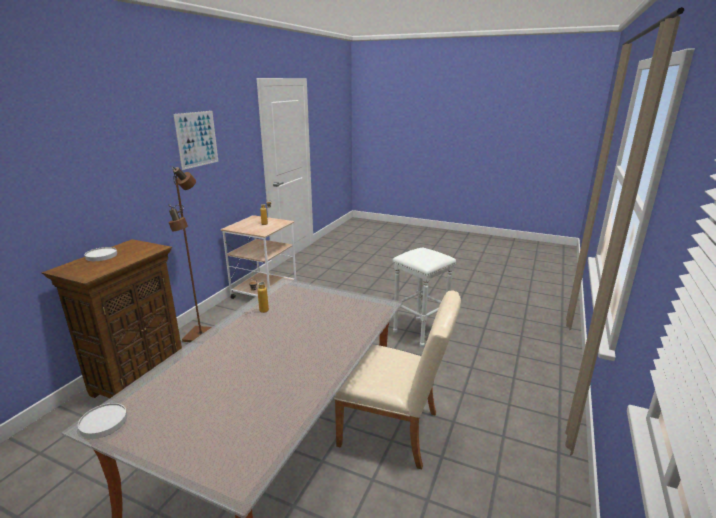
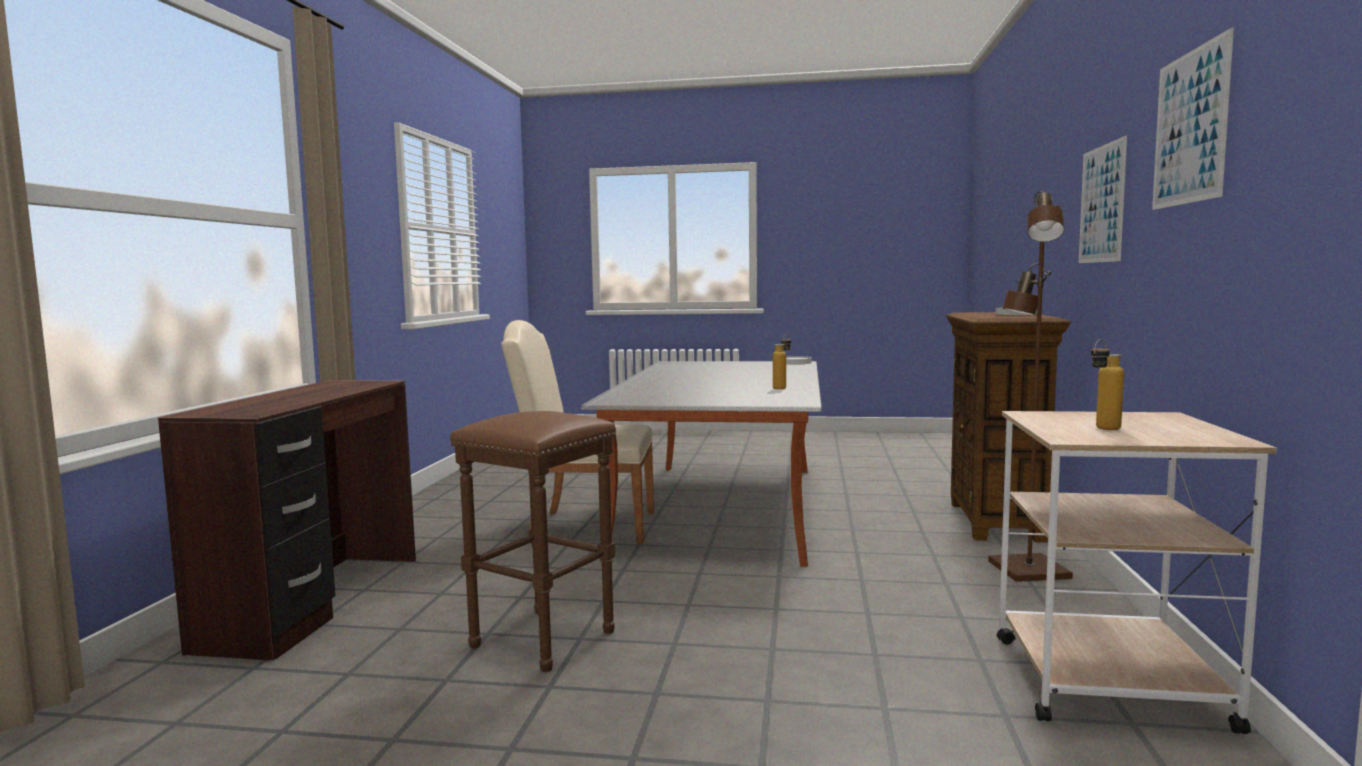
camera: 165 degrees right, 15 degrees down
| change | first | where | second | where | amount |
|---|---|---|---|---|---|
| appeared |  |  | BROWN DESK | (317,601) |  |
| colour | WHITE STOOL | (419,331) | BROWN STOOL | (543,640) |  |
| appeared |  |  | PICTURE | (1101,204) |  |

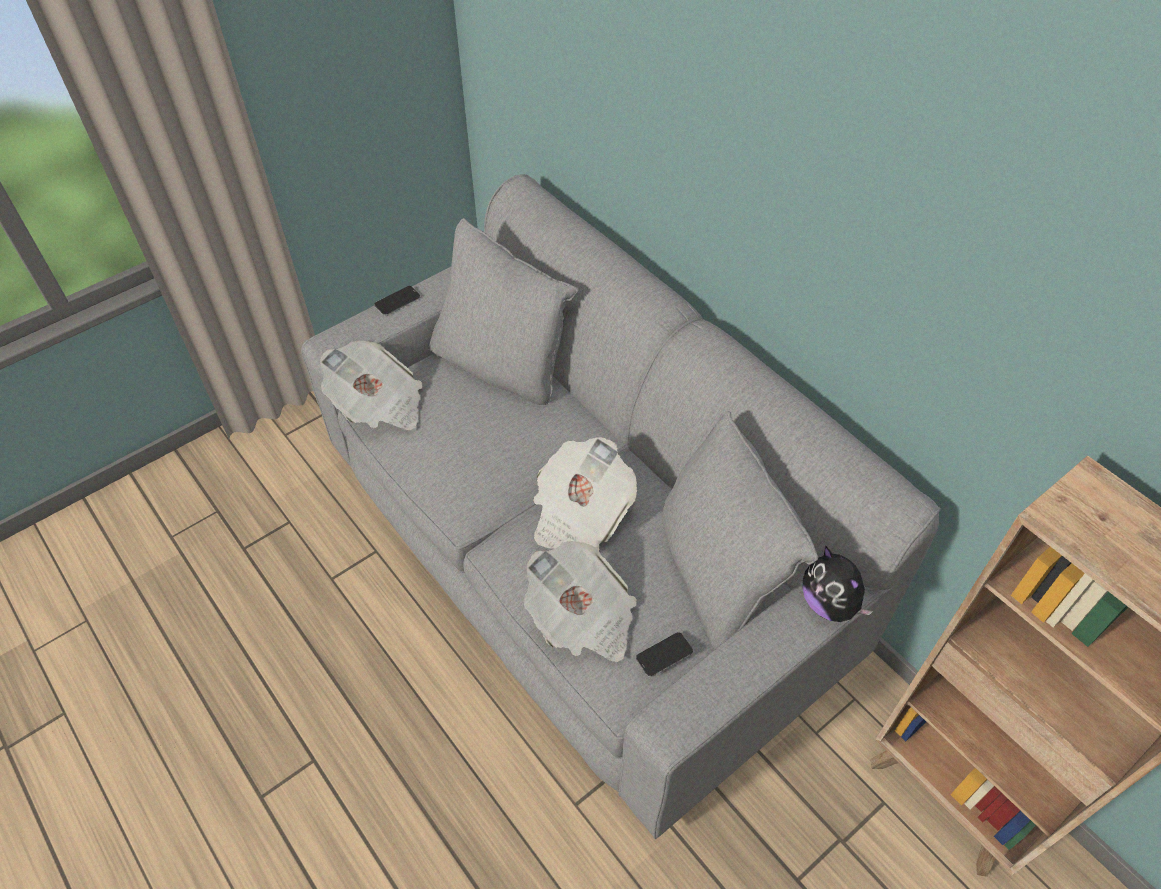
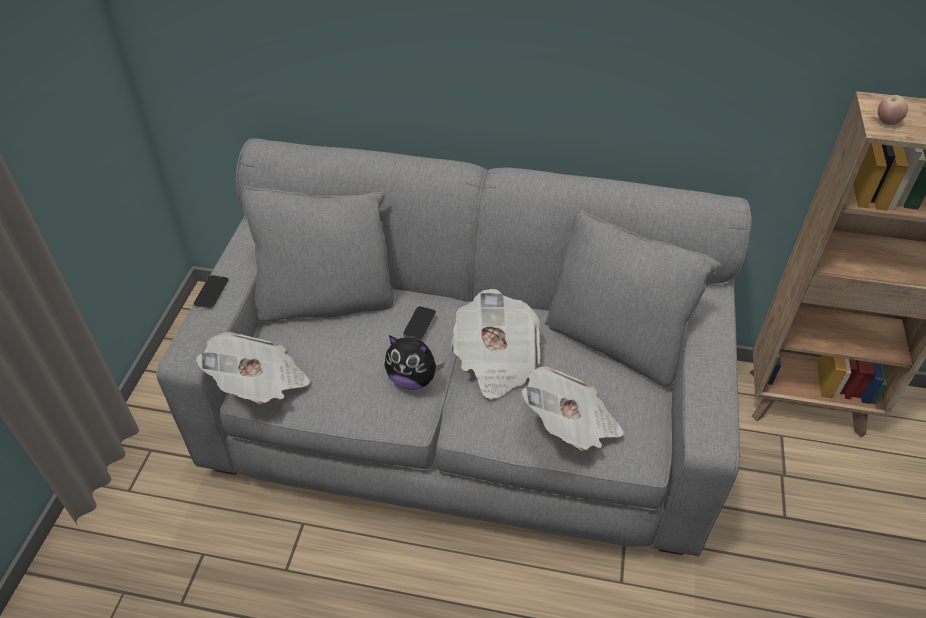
camera: 40 degrees left, 5 degrees down
| change | first | where | second | where | amount |
|---|---|---|---|---|---|
| relocated | PLUSH TOY | (829,603) |  | (412,379) |  |
| relocated | PHONE | (664,655) |  | (419,324) |  |
| appeared |  |  | APPLE | (887,122) |  |

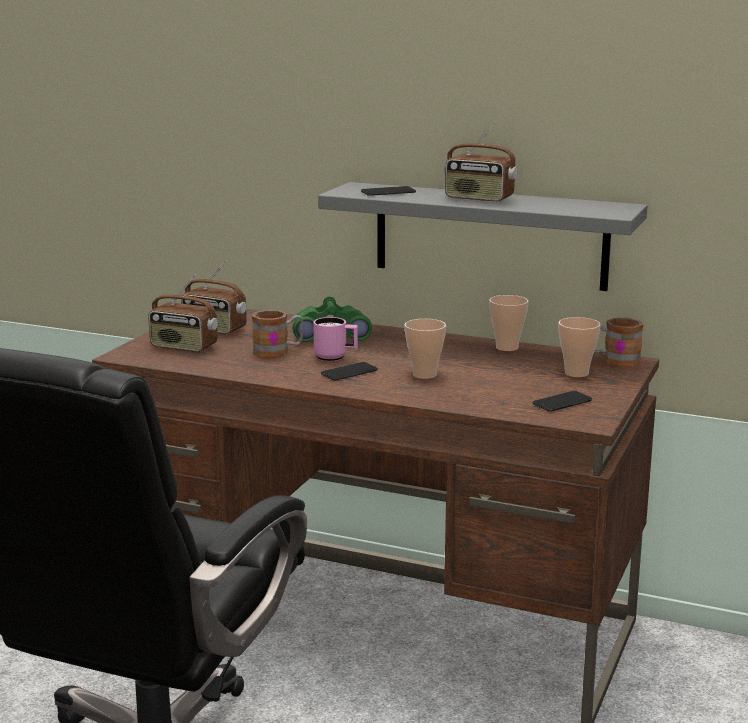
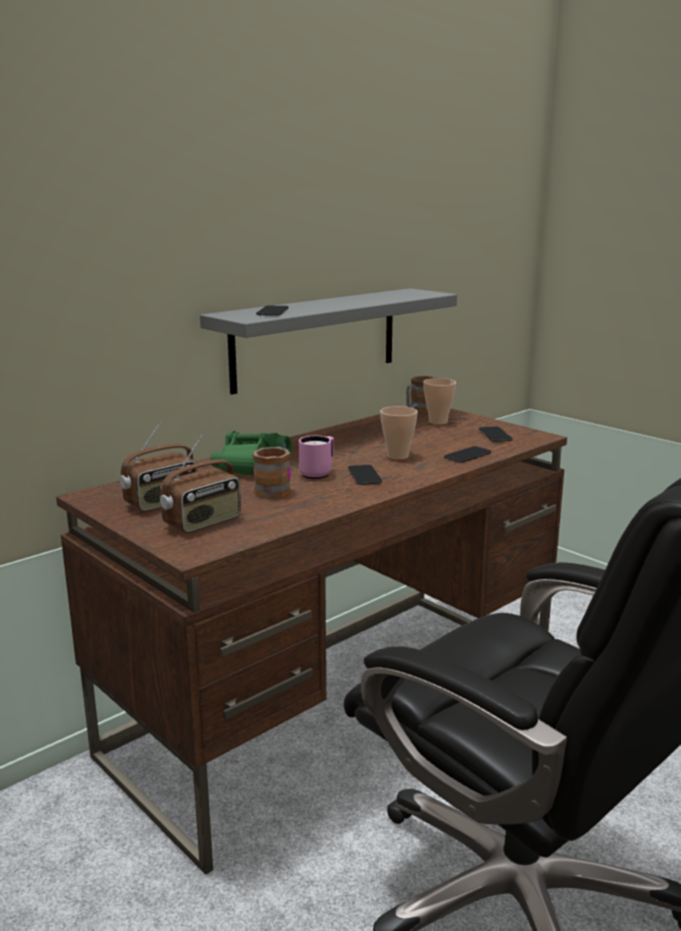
camera: 65 degrees left, 0 degrees up
| change | first | where | second | where | amount |
|---|---|---|---|---|---|
| appeared |  |  | PHONE | (467,455) |  |
| missing | RADIO | (478,199) |  |  |  |
| missing | CUP | (507,348) |  |  |  |

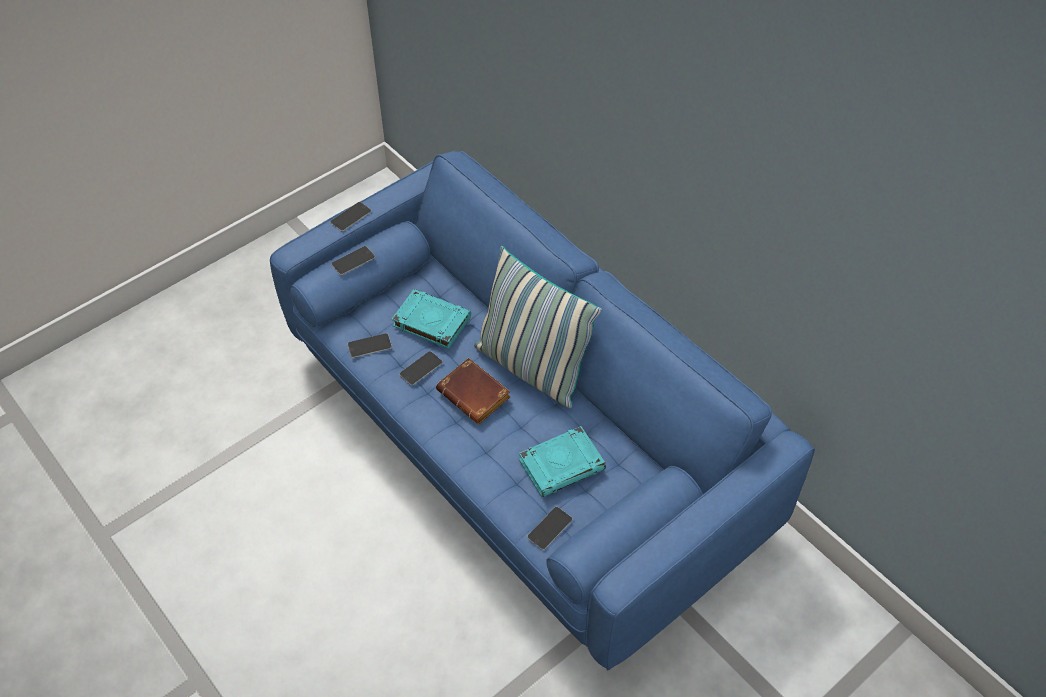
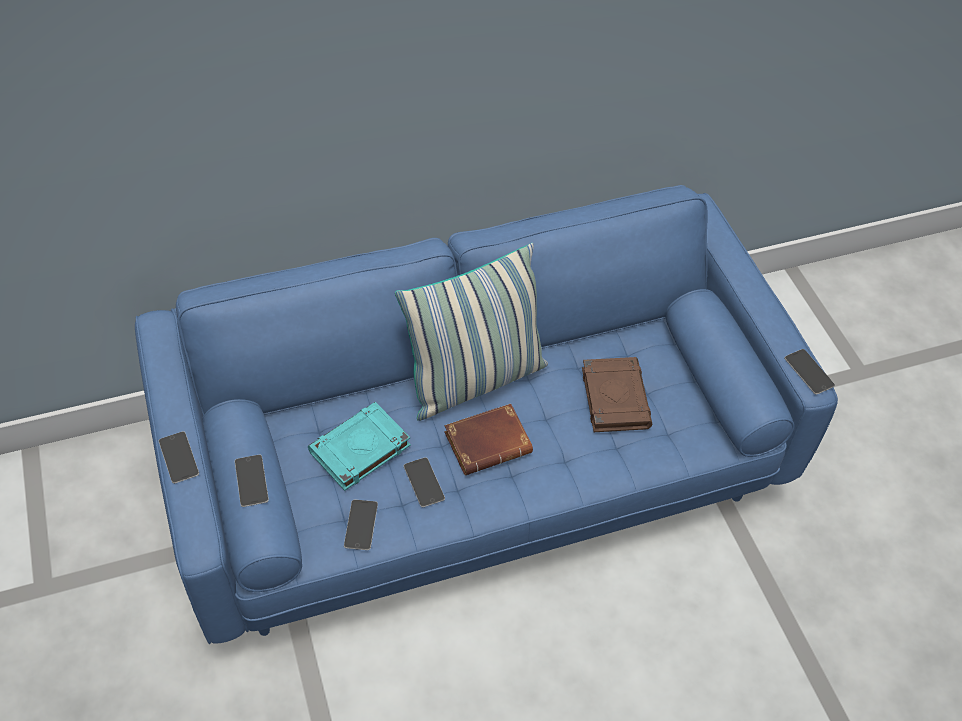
camera: 70 degrees left, 0 degrees up
| change | first | where | second | where | amount |
|---|---|---|---|---|---|
| colour | TURQUOISE BOOK | (562,464) | BROWN BOOK | (614,397) |  |
| relocated | PHONE | (549,528) |  | (809,372) |  |

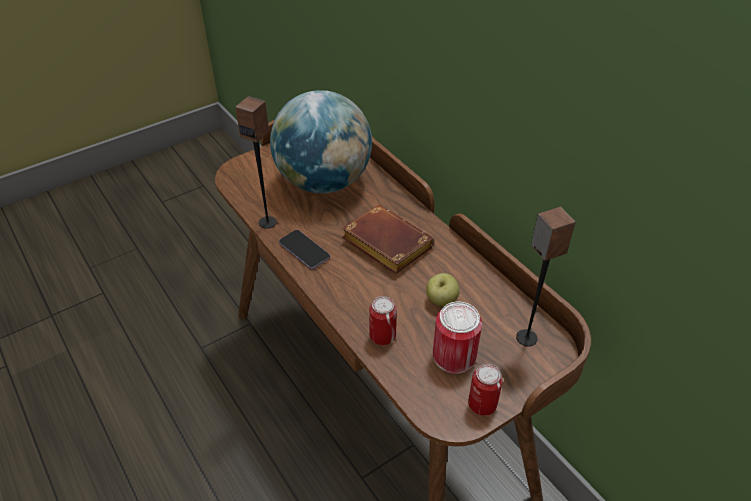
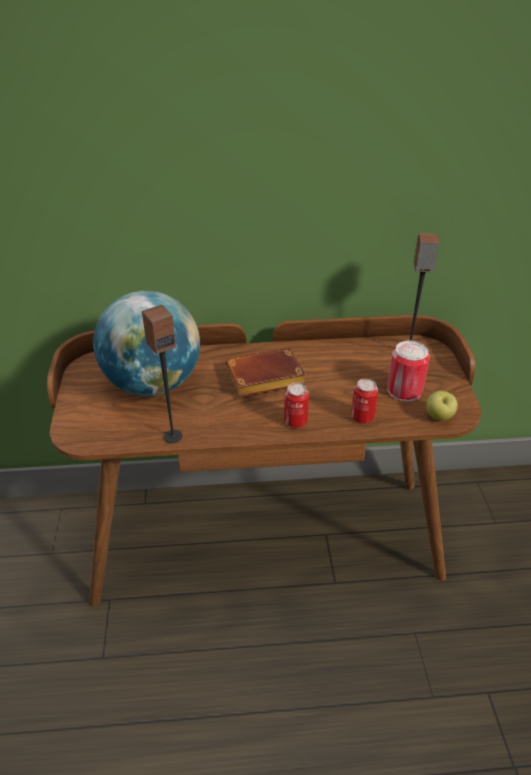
camera: 60 degrees left, 5 degrees down
| change | first | where | second | where | amount |
|---|---|---|---|---|---|
| relocated | CAN | (482,404) |  | (295,421) |  |
| relocated | APPLE | (441,301) |  | (439,417) |  |
| missing | PHONE | (304,250) |  |  |  |

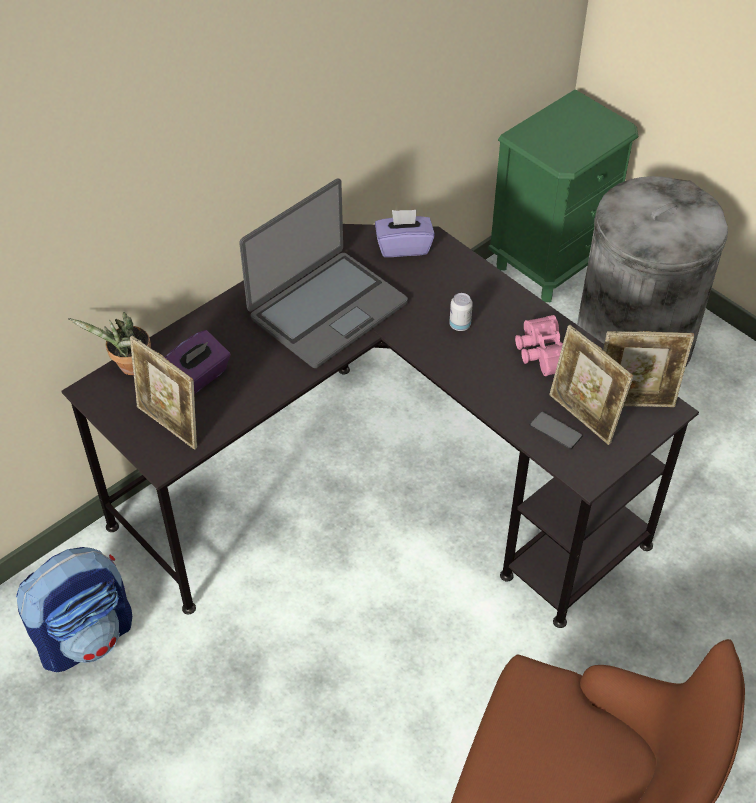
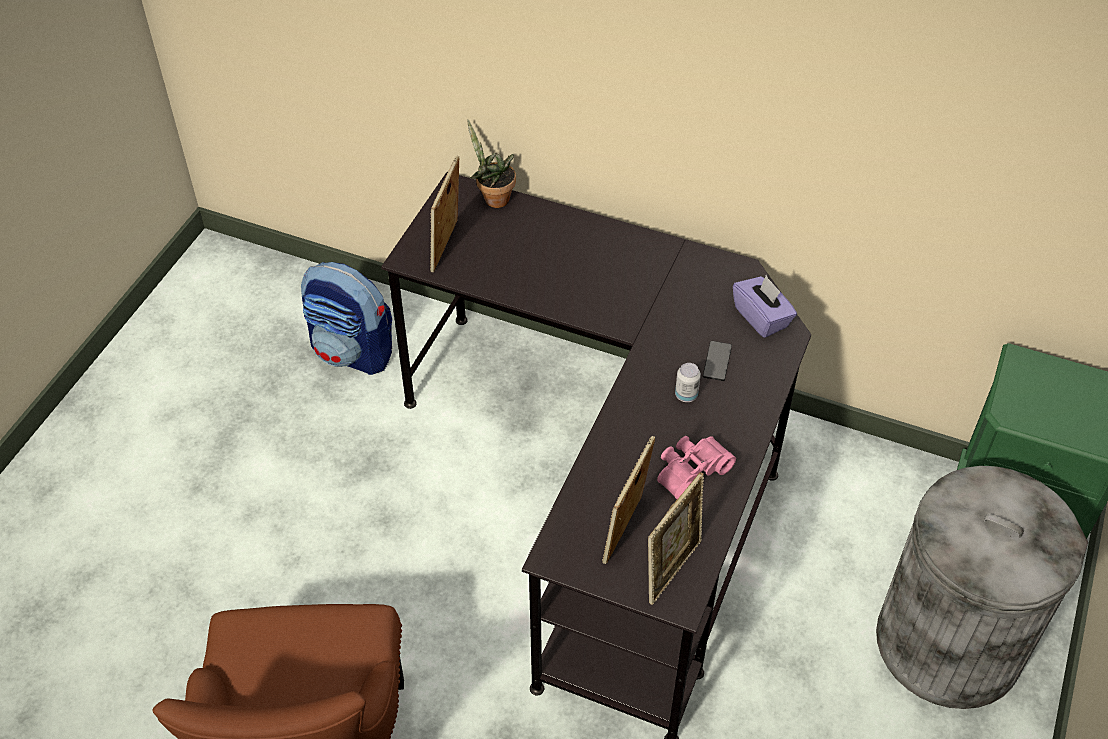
camera: 65 degrees right, 0 degrees up
| change | first | where | second | where | amount |
|---|---|---|---|---|---|
| spun | PICTURE FRAME | (634,402) |  | (672,569) | 120 degrees counterclockwise |
| relocated | PHONE | (555,431) |  | (717,361) |  |
| missing | PURPLE TISSUE BOX | (198,377) |  |  |  |
| missing | LAPTOP | (327,309) |  |  |  |

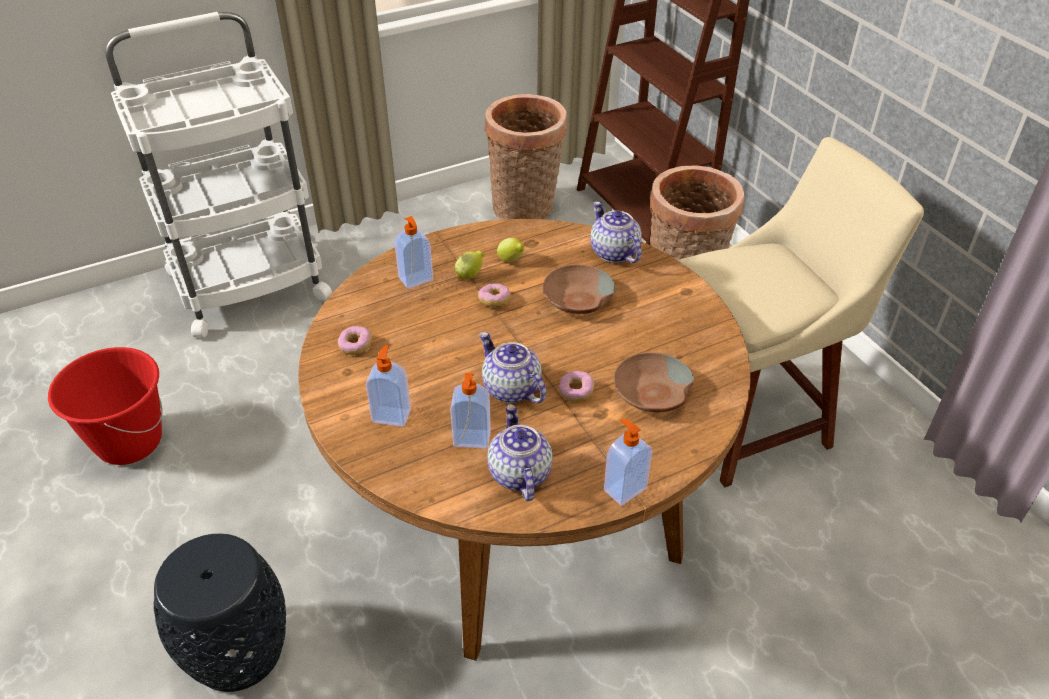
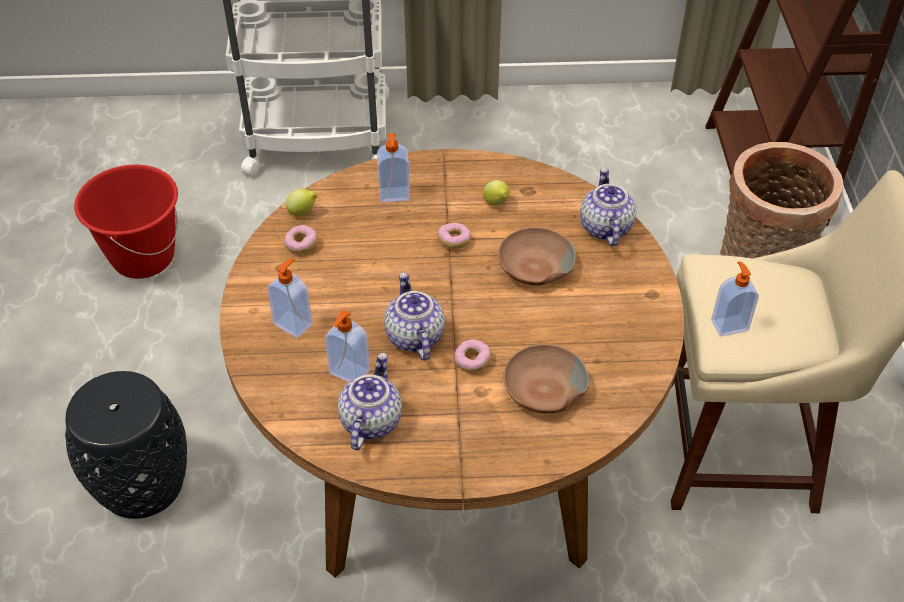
camera: 25 degrees right, 5 degrees up
| change | first | where | second | where | amount |
|---|---|---|---|---|---|
| relocated | LEMON | (470,275) |  | (303,212) |  |
| relocated | SOAP DISPENSER | (624,488) |  | (729,324) |  |
| missing | BASKET | (526,210) |  |  |  |

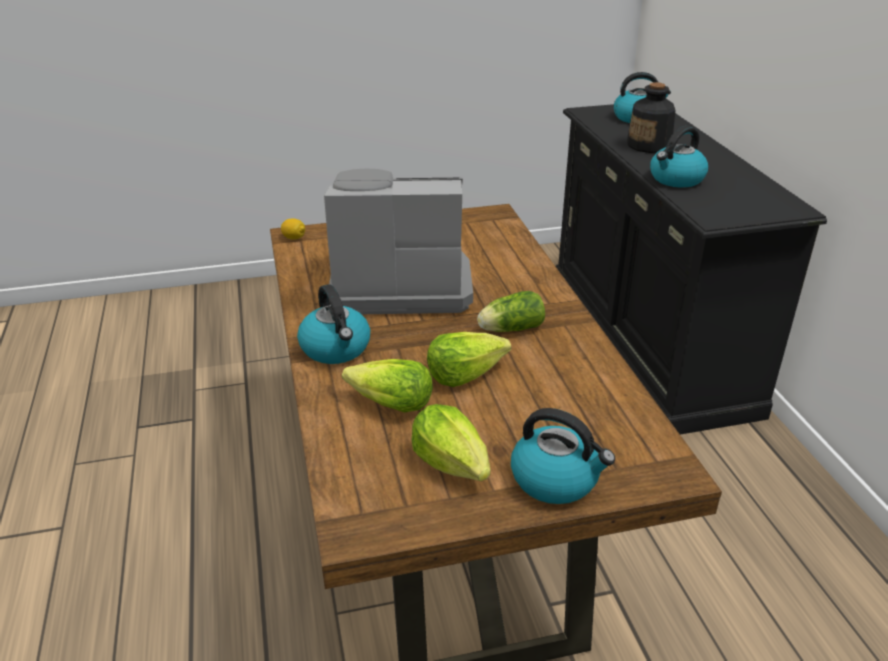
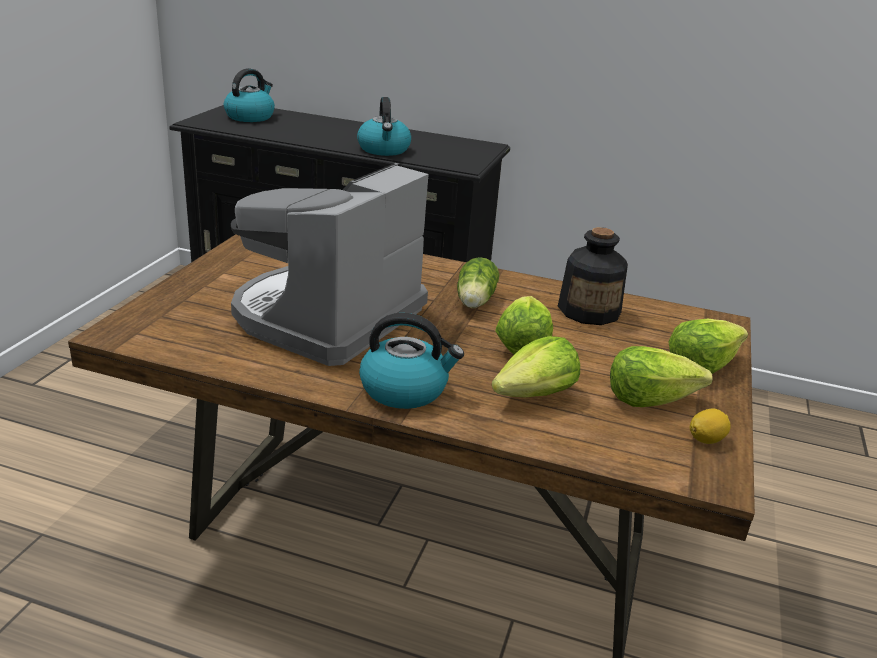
camera: 60 degrees left, 5 degrees down
| change | first | where | second | where | amount |
|---|---|---|---|---|---|
| relocated | BOTTLE | (649,145) |  | (589,311) |  |
| exchanged | KETTLE | (556,479) | LETTUCE | (701,365) |  |
| relocated | LEMON | (294,238) |  | (706,439) |  |

